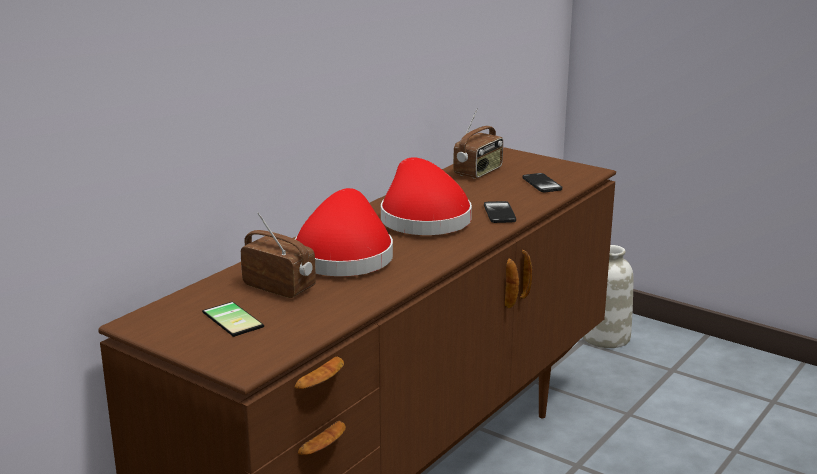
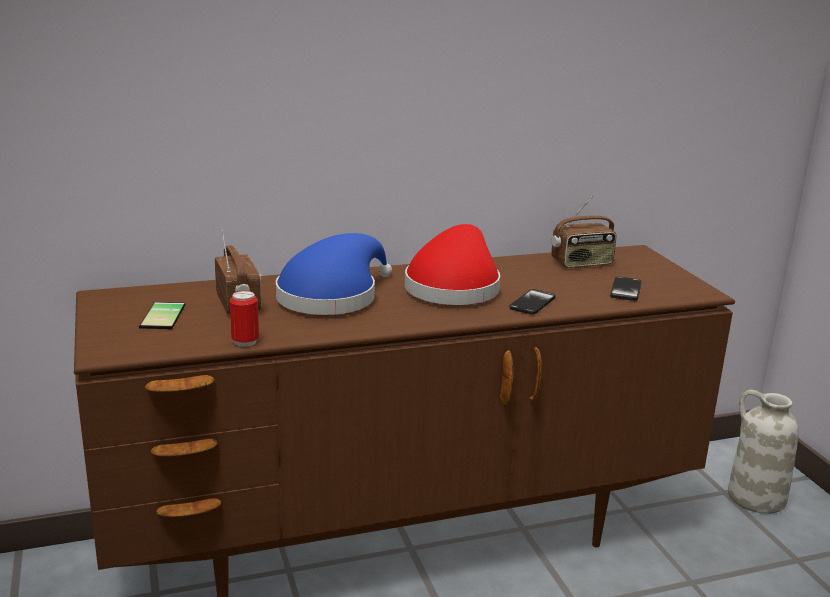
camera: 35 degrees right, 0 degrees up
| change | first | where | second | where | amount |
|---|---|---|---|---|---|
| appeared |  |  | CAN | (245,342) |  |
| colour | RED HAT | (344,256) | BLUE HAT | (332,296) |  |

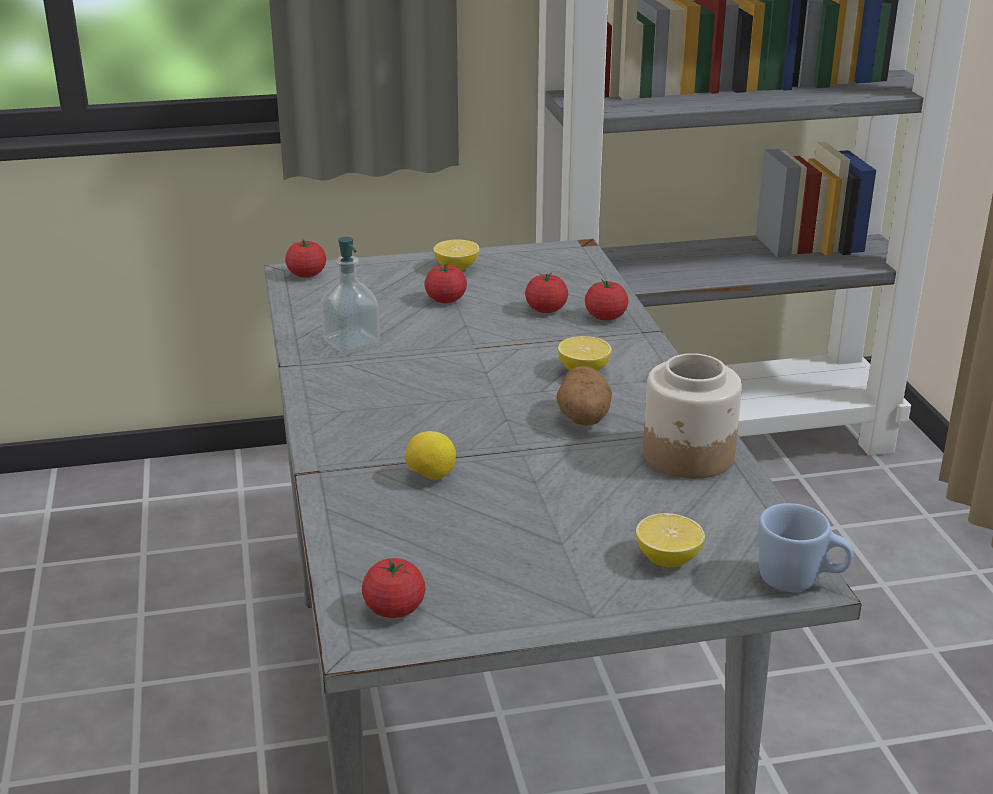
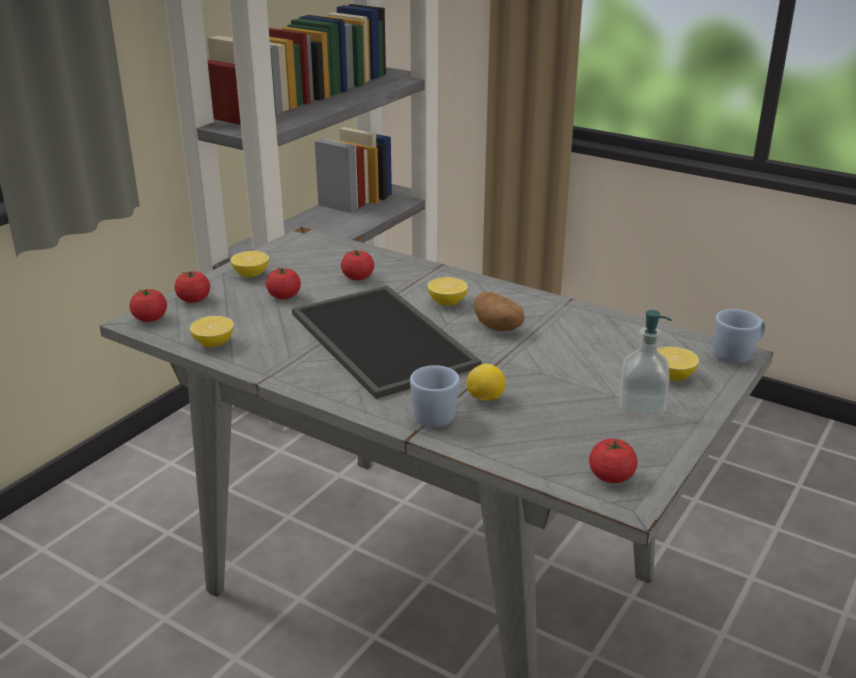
camera: 45 degrees left, 0 degrees up
| change | first | where | second | where | amount |
|---|---|---|---|---|---|
| relocated | TOMATO | (605,317) |  | (194,300) |  |
| appeared |  |  | LEMON | (214,344) |  |
| appeared |  |  | TRAY | (385,339) |  |
| appeared |  |  | BLUE MUG | (436,414) |  |
| relocated | SOAP DISPENSER | (351,344) |  | (641,406) |  |
| missing | JAR | (689,456) |  |  |  |

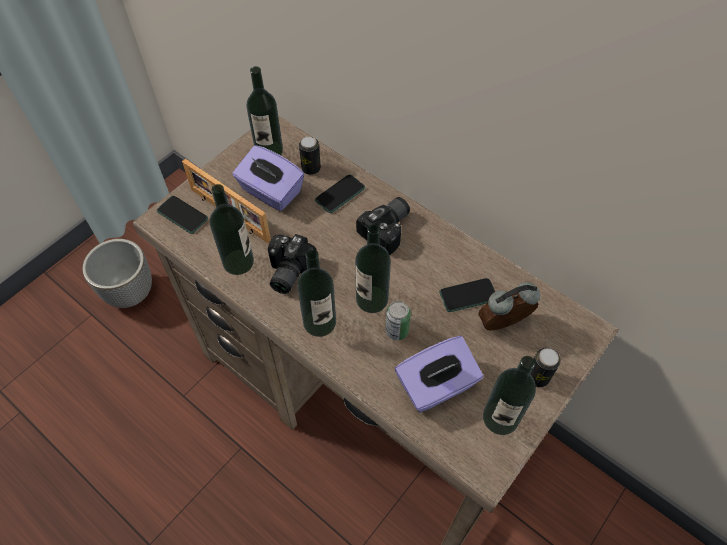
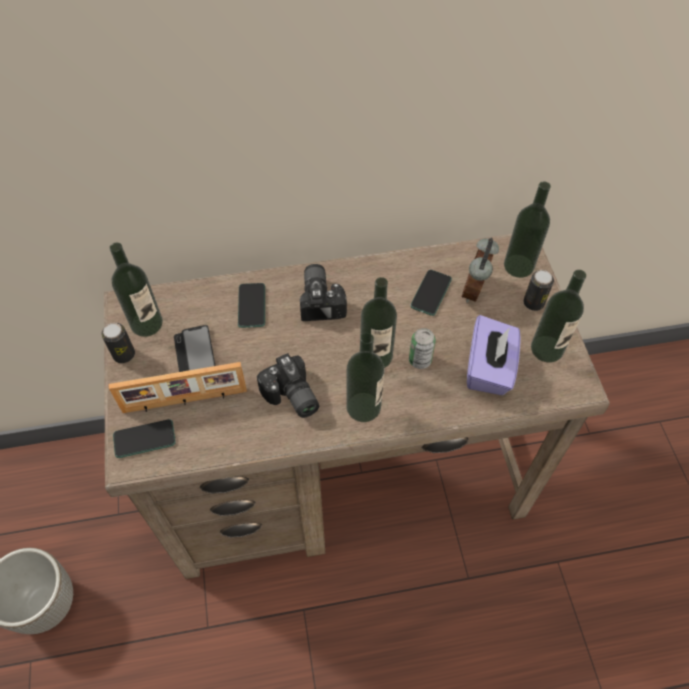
camera: 50 degrees left, 0 degrees up
| change | first | where | second | where | amount |
|---|---|---|---|---|---|
| relocated | CAN | (311,168) |  | (124,354) |  |
| exchanged | PURPLE TISSUE BOX | (270,192) | PHONE | (194,353) |  |
| relocated | BOTTLE | (238,262) |  | (518,266) |  |

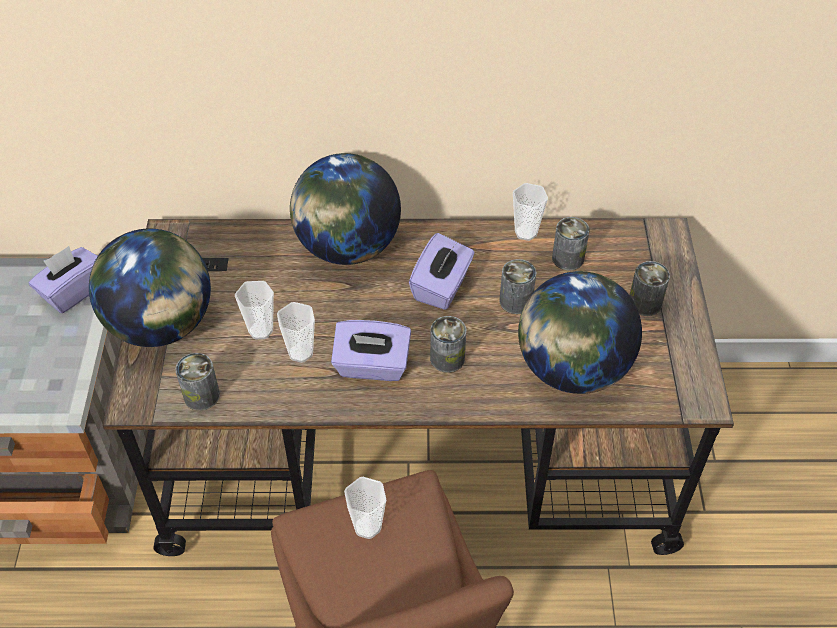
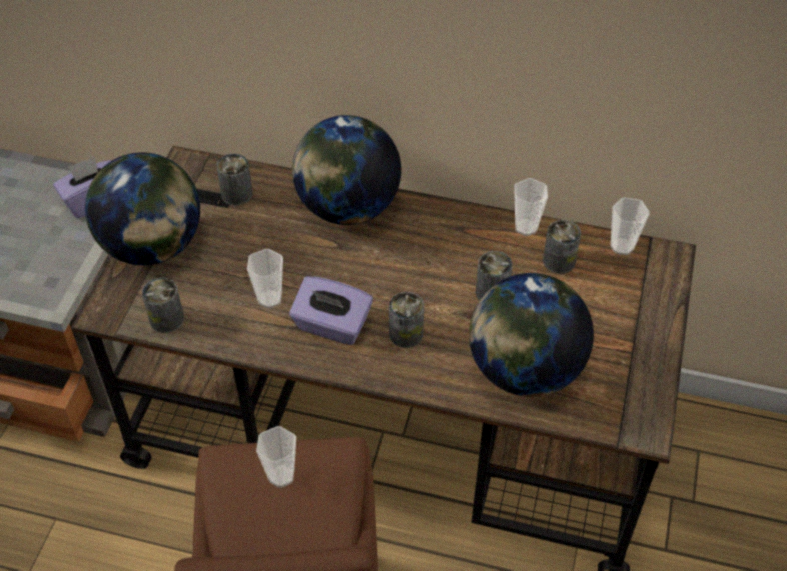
camera: 15 degrees right, 0 degrees up
| change | first | where | second | where | amount |
|---|---|---|---|---|---|
| relocated | CAN | (644,303) |  | (237,194) |  |
| relocated | CUP | (260,330) |  | (622,247) |  |
| missing | PURPLE TISSUE BOX | (442,287) |  |  |  |

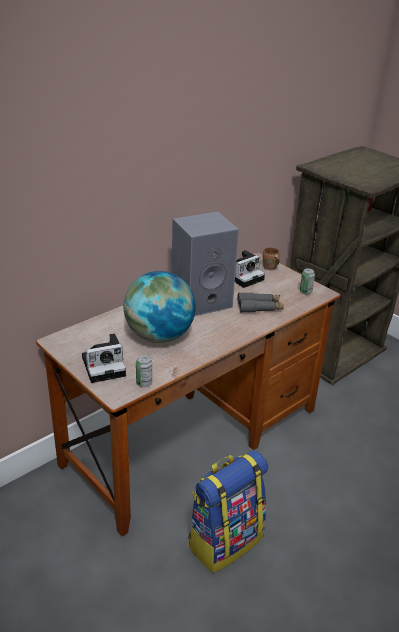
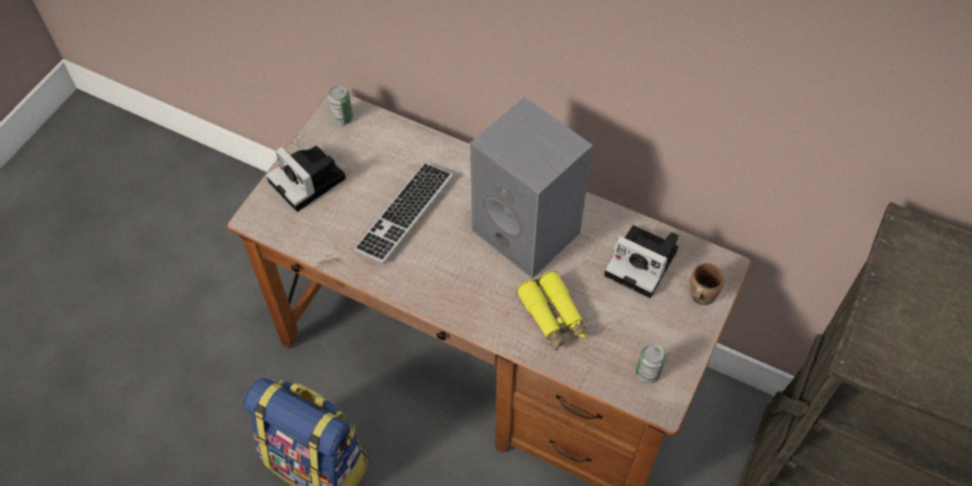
camera: 70 degrees right, 25 degrees up
| change | first | where | second | where | amount |
|---|---|---|---|---|---|
| relocated | CAN | (144,383) |  | (342,118) |  |
| exchanged | GLOBE | (159,336) | KEYBOARD | (404,214) |  |
| colour | GREY BINOCULARS | (259,307) | YELLOW BINOCULARS | (553,316) |  |

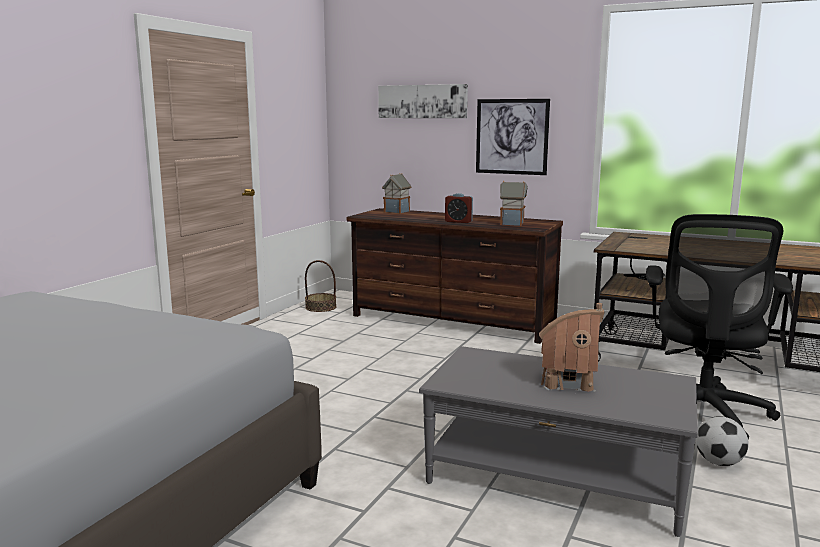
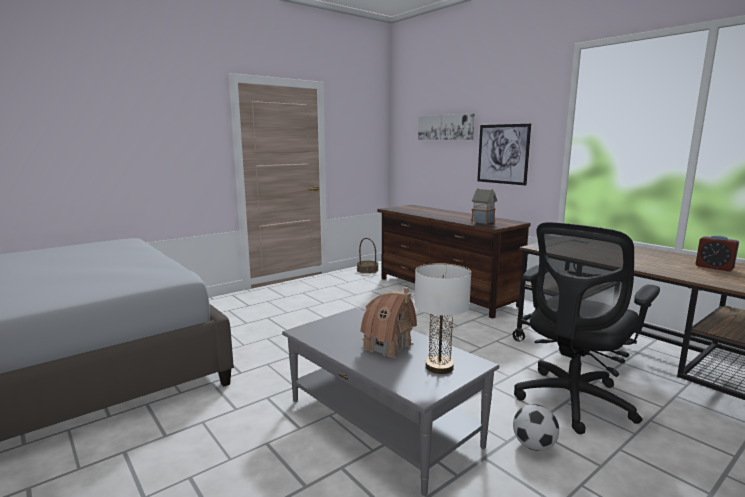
camera: 25 degrees right, 0 degrees up
| change | first | where | second | where | amount |
|---|---|---|---|---|---|
| appeared |  |  | TABLE LAMP | (439,367) |  |
| relocated | ALARM CLOCK | (458,221) |  | (714,267) |  |
| missing | TOY HOUSE | (397,211) |  |  |  |

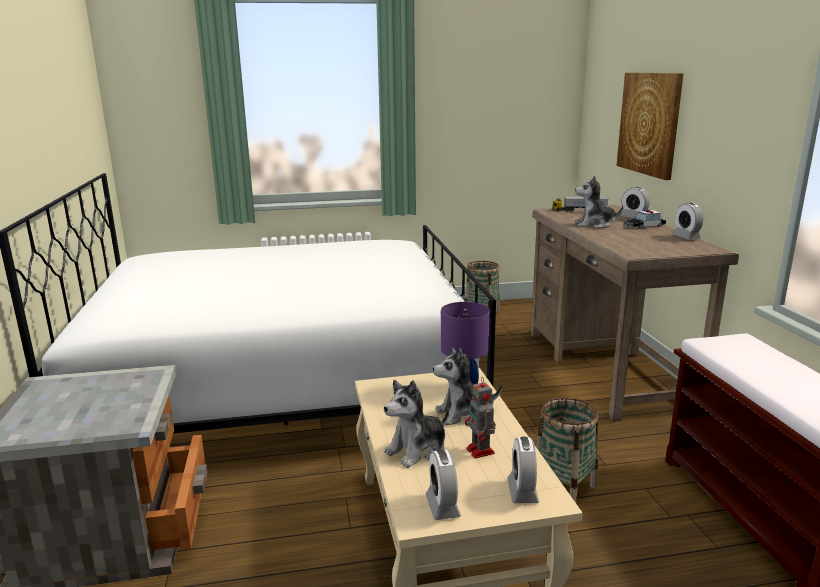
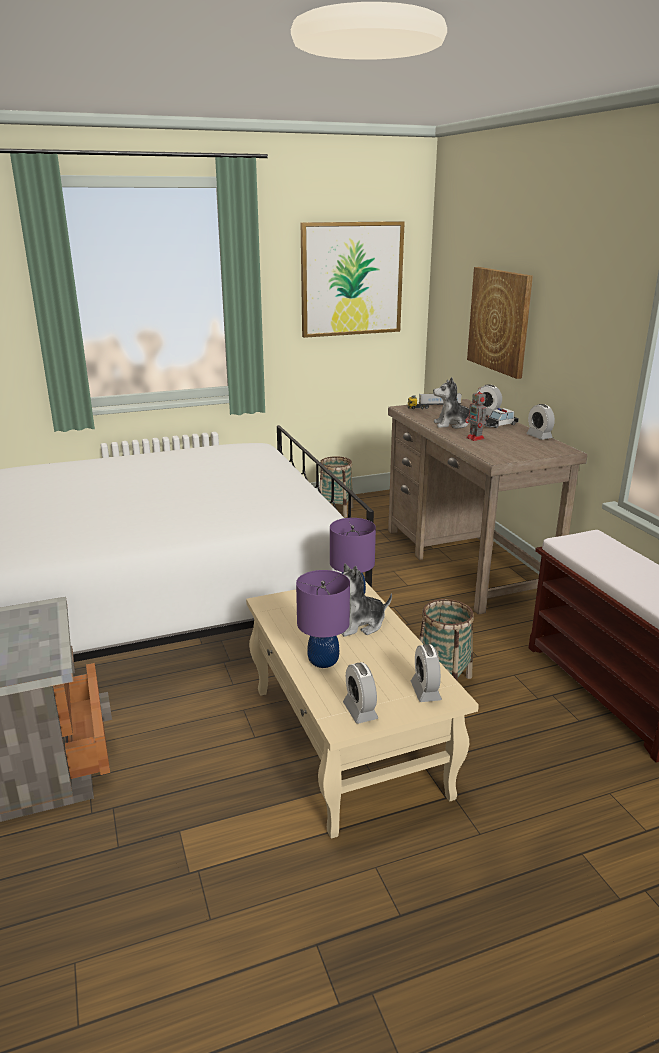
camera: 10 degrees left, 5 degrees up
| change | first | where | second | where | amount |
|---|---|---|---|---|---|
| exchanged | PLUSH TOY | (417,450) | PURPLE TABLE LAMP | (325,662) |  |
| appeared |  |  | PICTURE | (351,279) |  |
| relocated | TOY ROBOT | (481,452) |  | (476,438) |  |

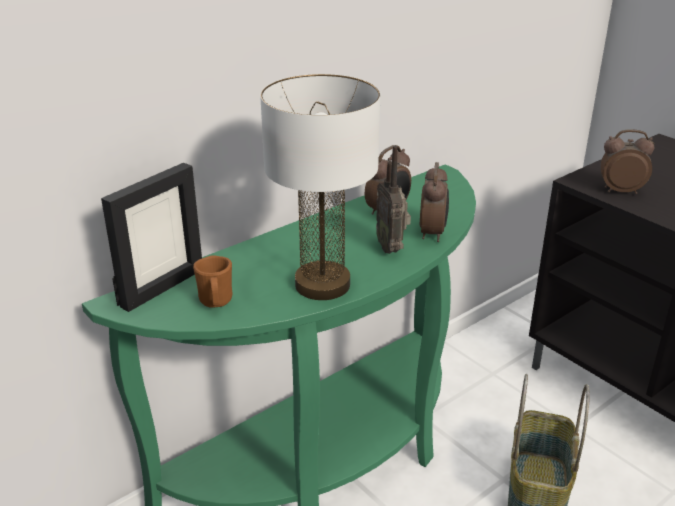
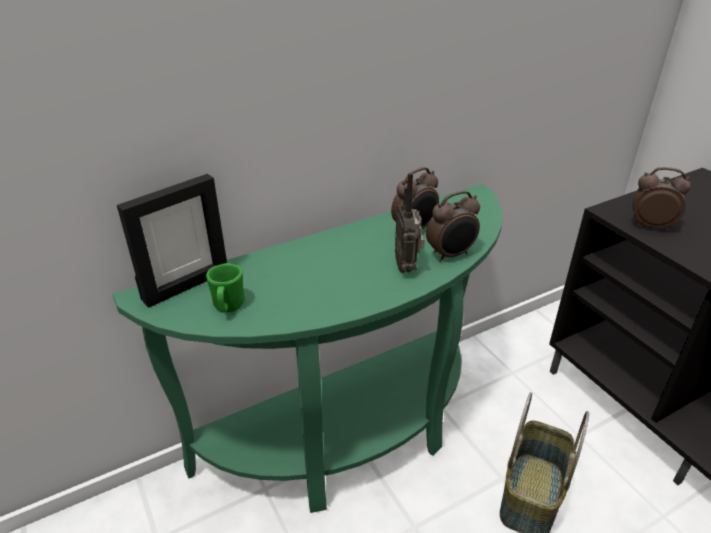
camera: 10 degrees right, 5 degrees up
| change | first | where | second | where | amount |
|---|---|---|---|---|---|
| colour | BROWN MUG | (216,303) | GREEN MUG | (228,307) |  |
| spun | ALARM CLOCK | (433,233) |  | (451,255) | 45 degrees clockwise |
| missing | TABLE LAMP | (323,284) |  |  |  |

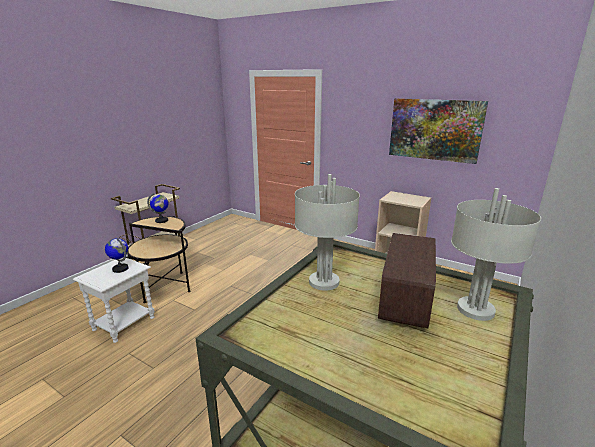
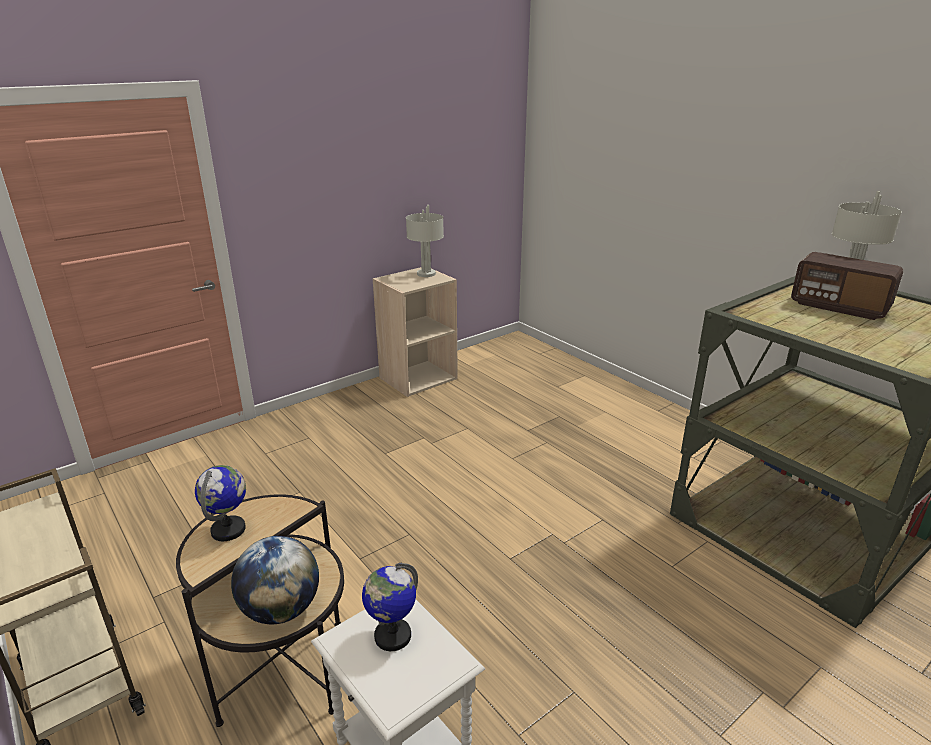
camera: 70 degrees left, 5 degrees up
| change | first | where | second | where | amount |
|---|---|---|---|---|---|
| appeared |  |  | GLOBE | (281,609) |  |
| relocated | GREY TABLE LAMP | (323,282) |  | (425,274) |  |
| missing | PICTURE | (434,129) |  |  |  |

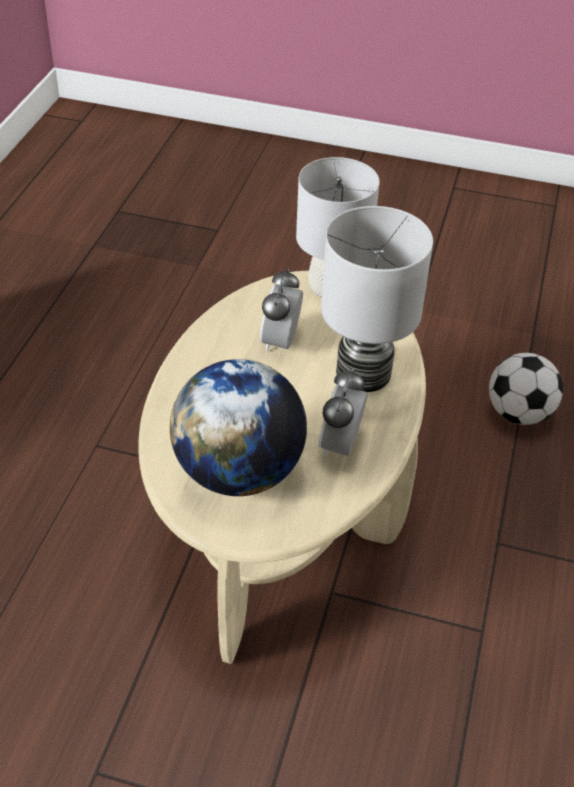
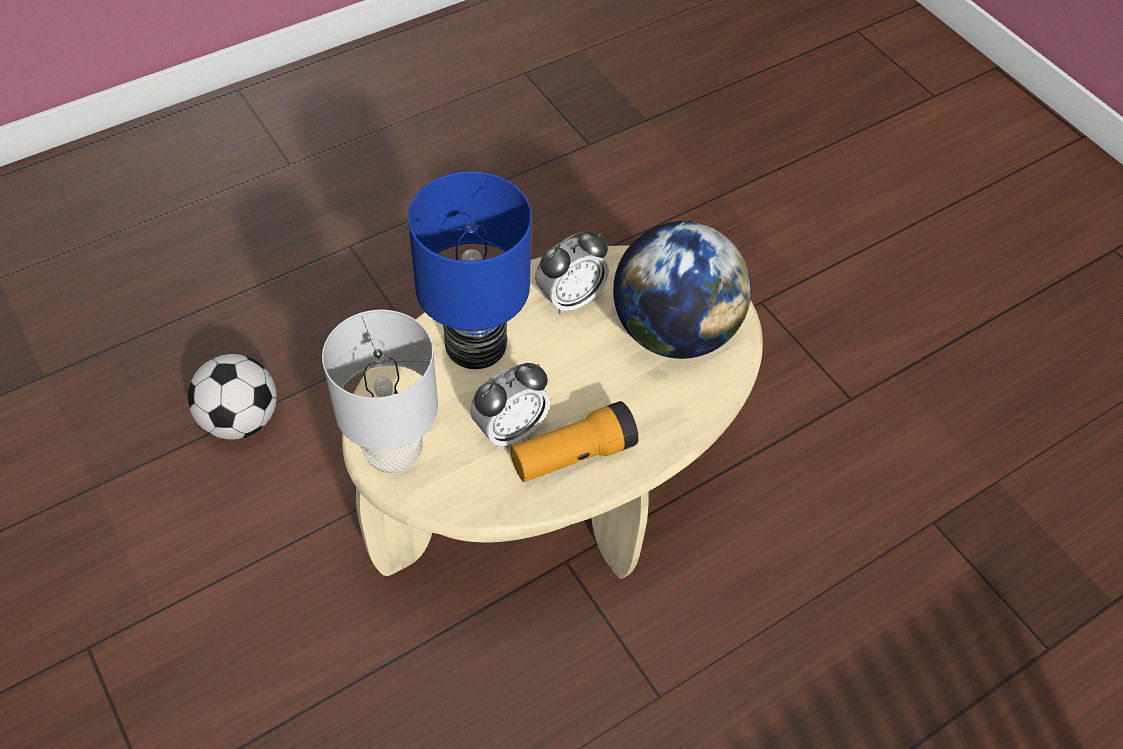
camera: 140 degrees left, 10 degrees up
| change | first | where | second | where | amount |
|---|---|---|---|---|---|
| colour | GREY TABLE LAMP | (363,373) | BLUE TABLE LAMP | (475,345) |  |
| appeared |  |  | FLASHLIGHT | (573,455) |  |

